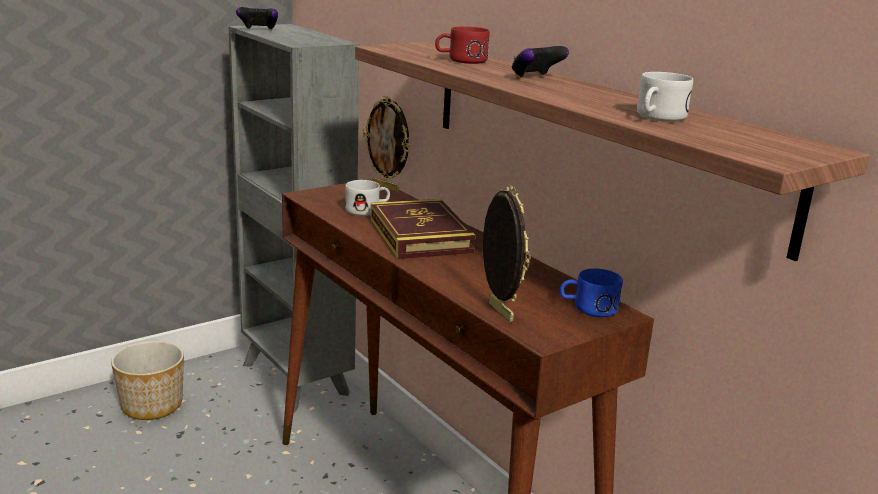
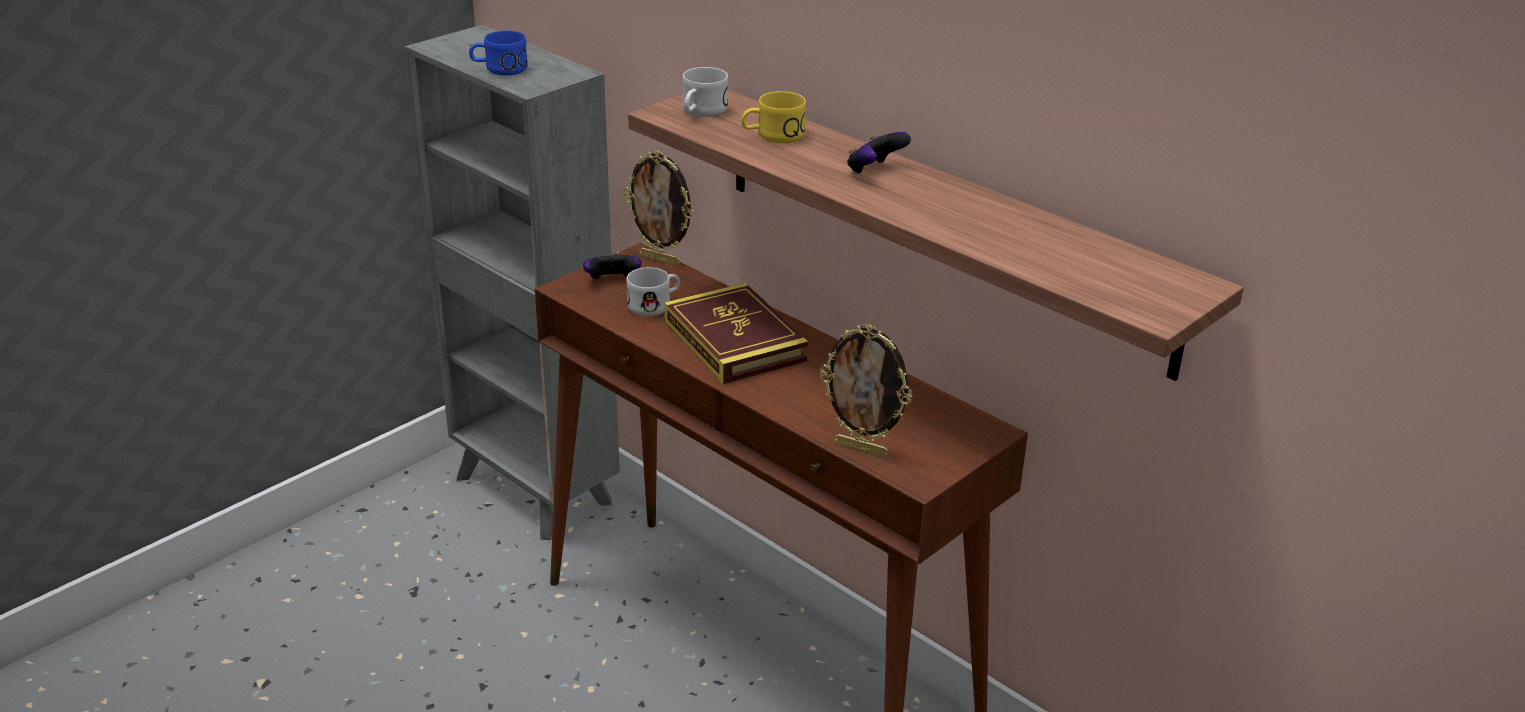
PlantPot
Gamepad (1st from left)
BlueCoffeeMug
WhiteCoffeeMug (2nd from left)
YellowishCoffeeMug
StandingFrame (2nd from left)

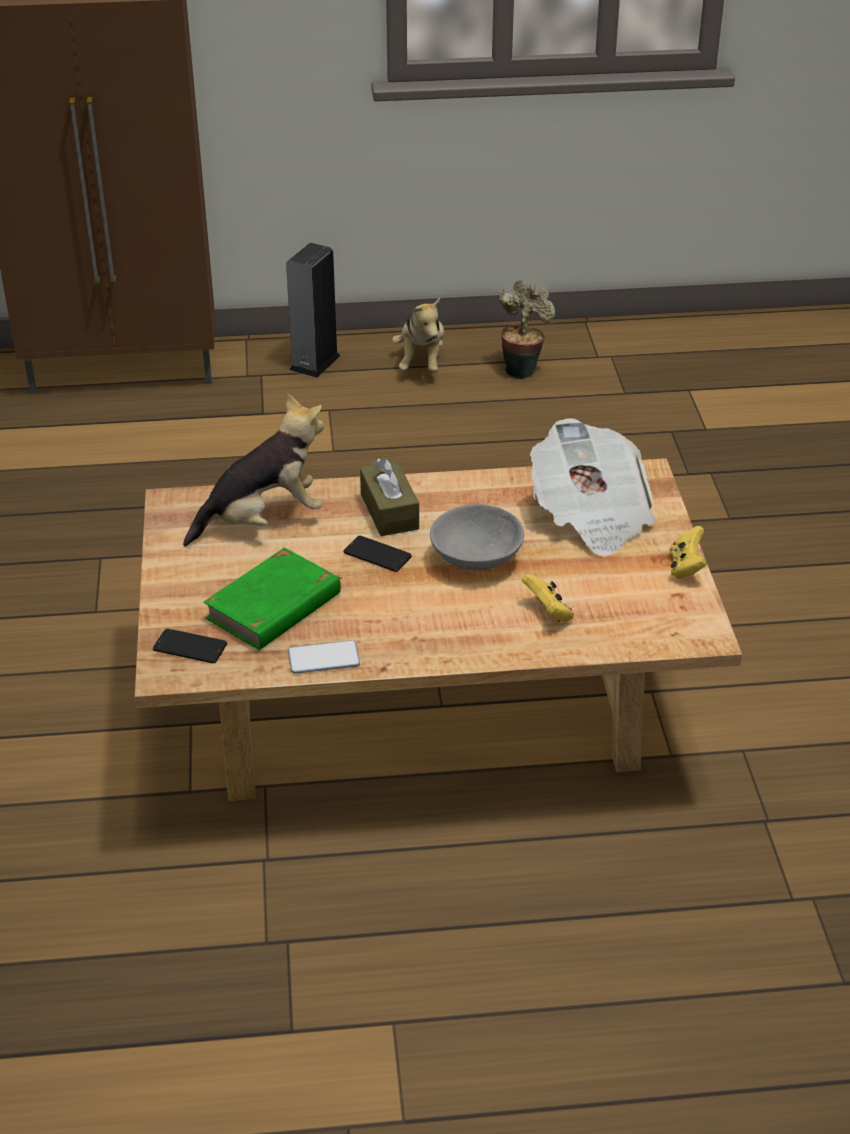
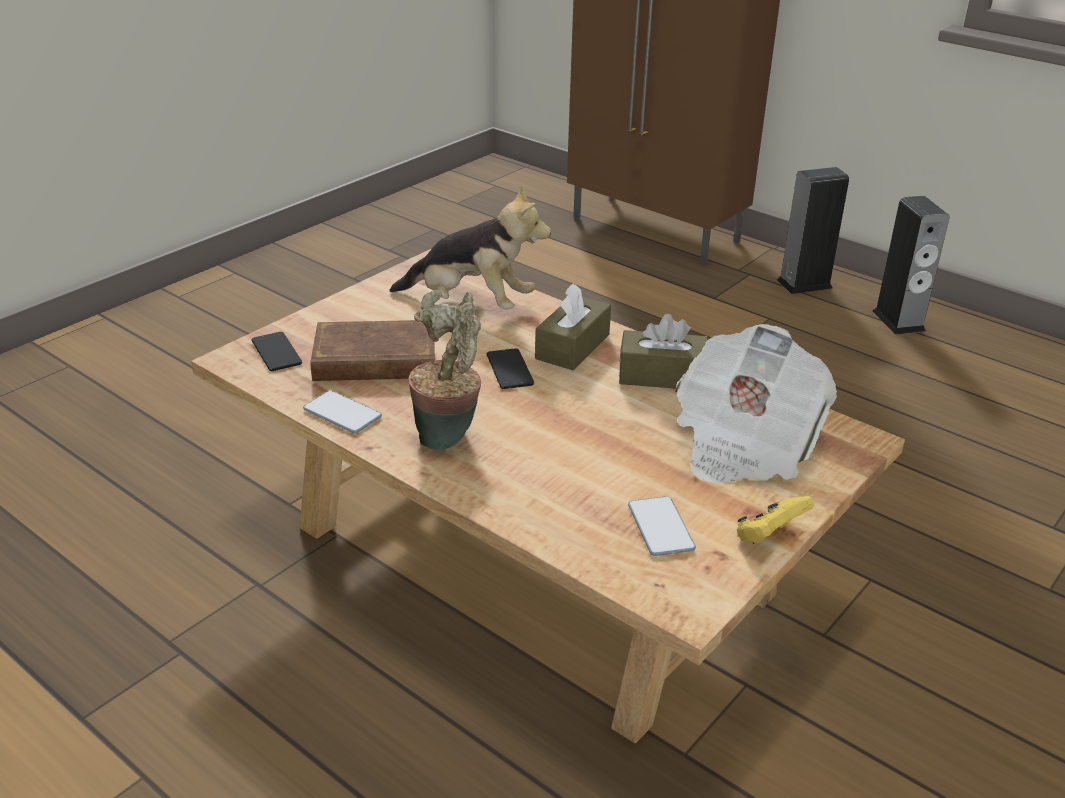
GreyBowl
YellowishGamepad (1st from left in the first image)
BrownColouredBoxOfTissues (2nd from left)
Telephone (4th from left)
PottedPlant
AudioSpeaker (2nd from left)
BrownColouredBook

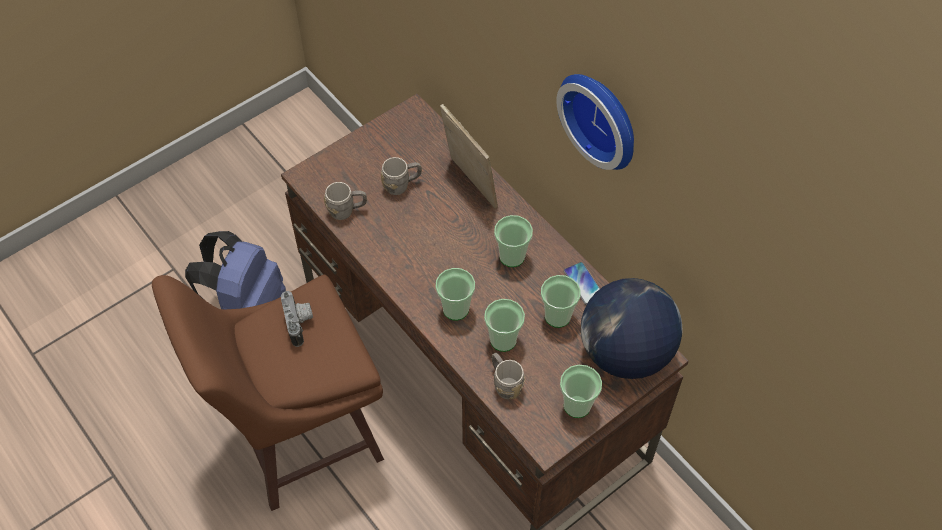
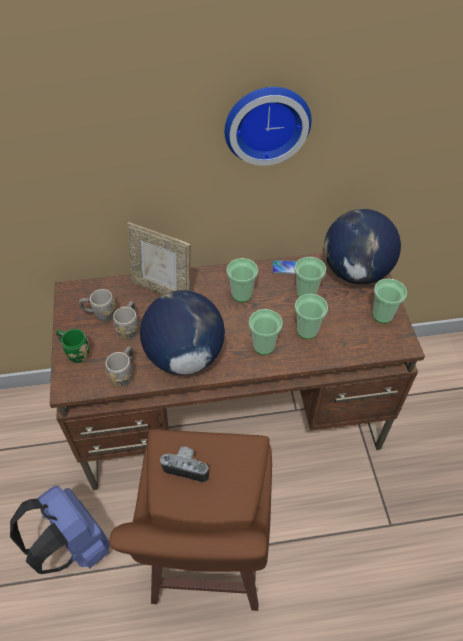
GreenishCoffeeMug
WorldGlobe (1st from left)
GreyCoffeeMug (1st from left)
StandingFrame

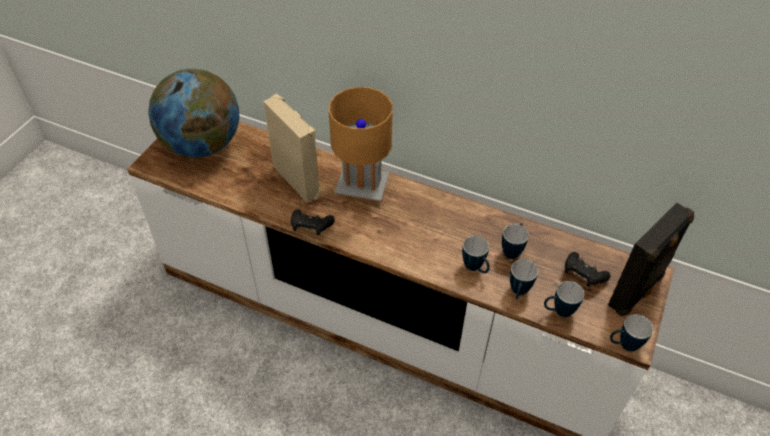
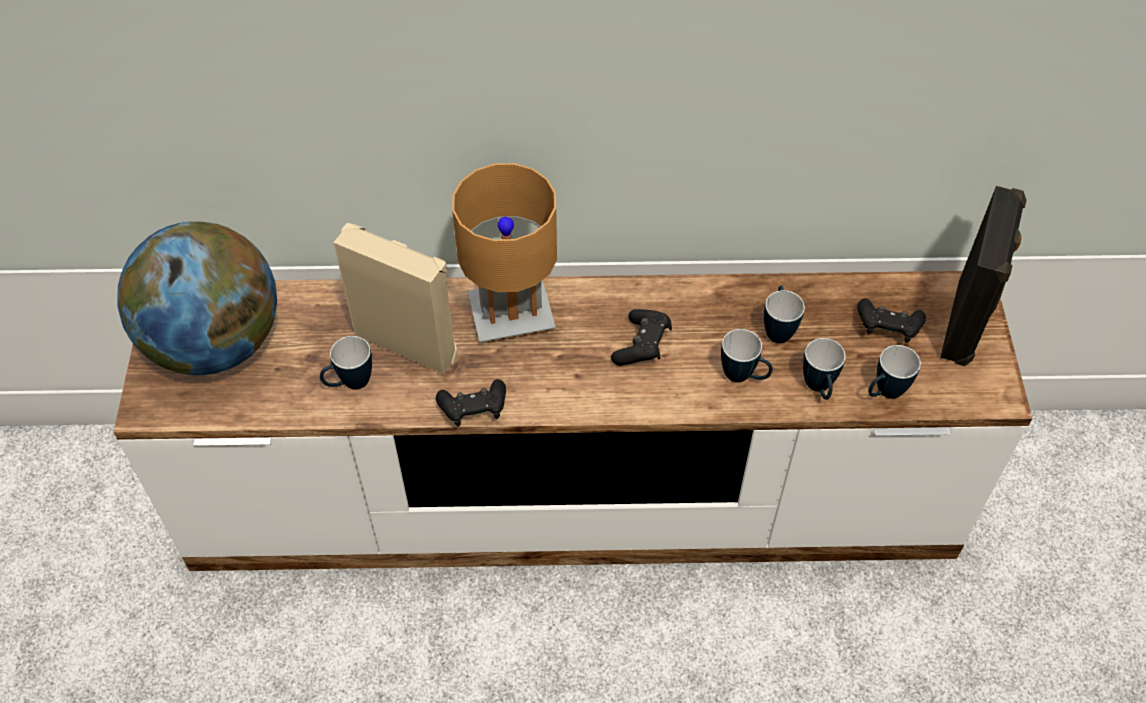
BlackishGamepad (2nd from left)
CoffeeMug (1st from left)

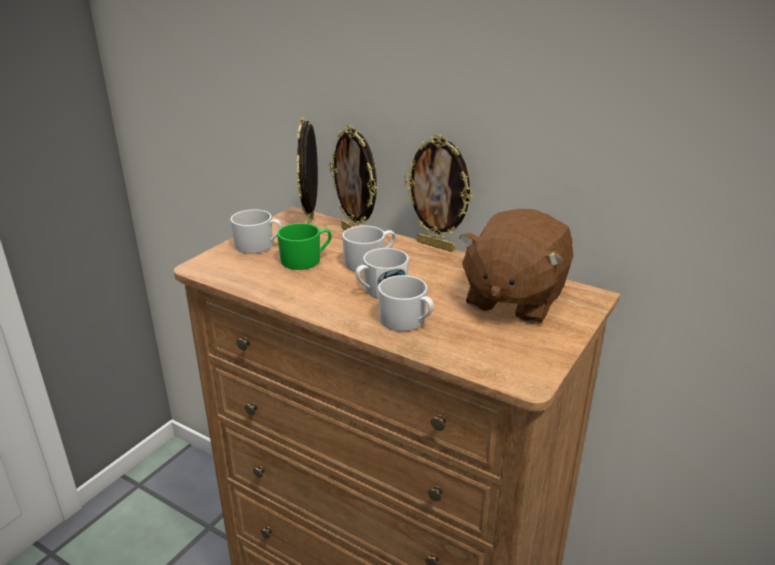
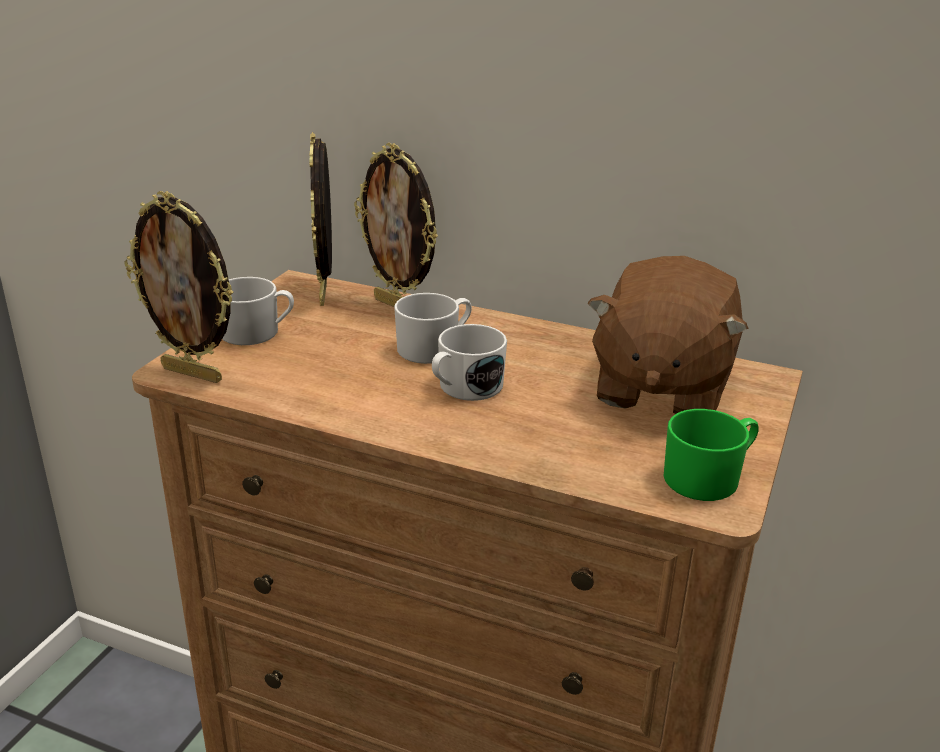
WhiteCoffeeMug (4th from left in the first image)
GreenishCoffeeMug
StandingFrame (1st from left)

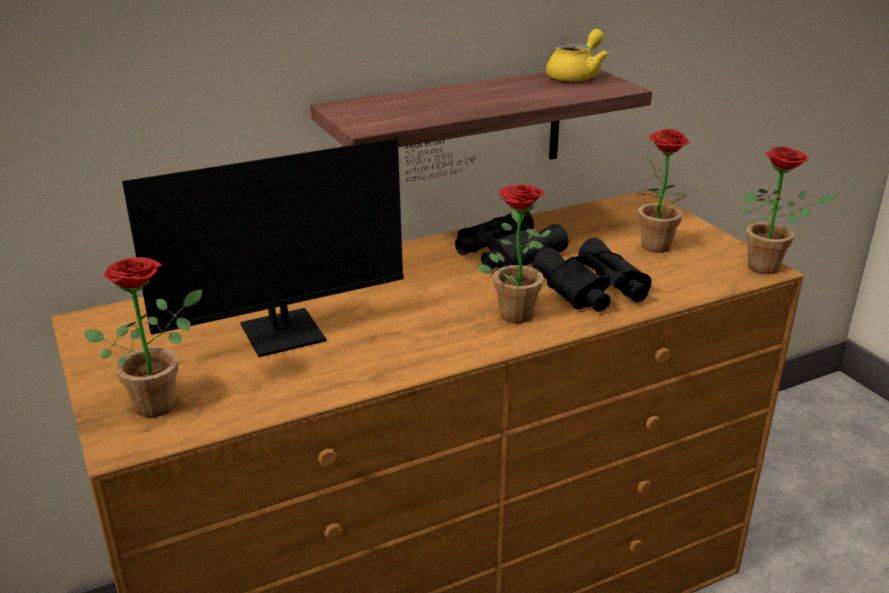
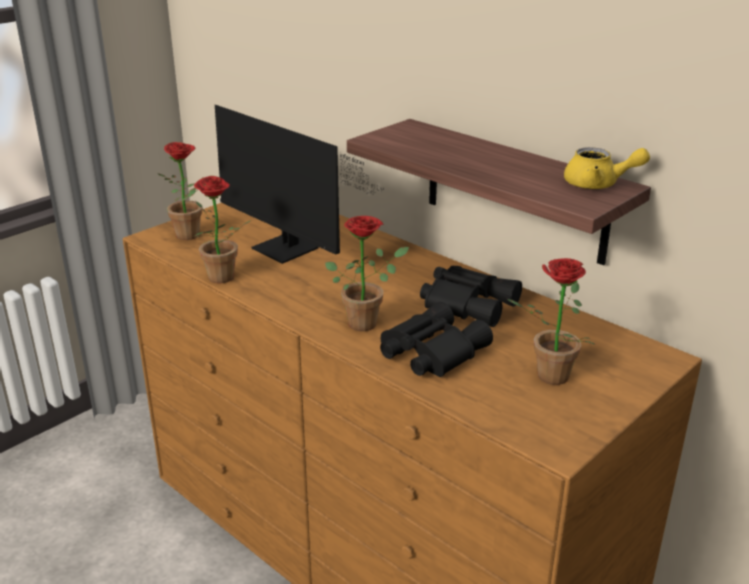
PottedPlant (2nd from left)

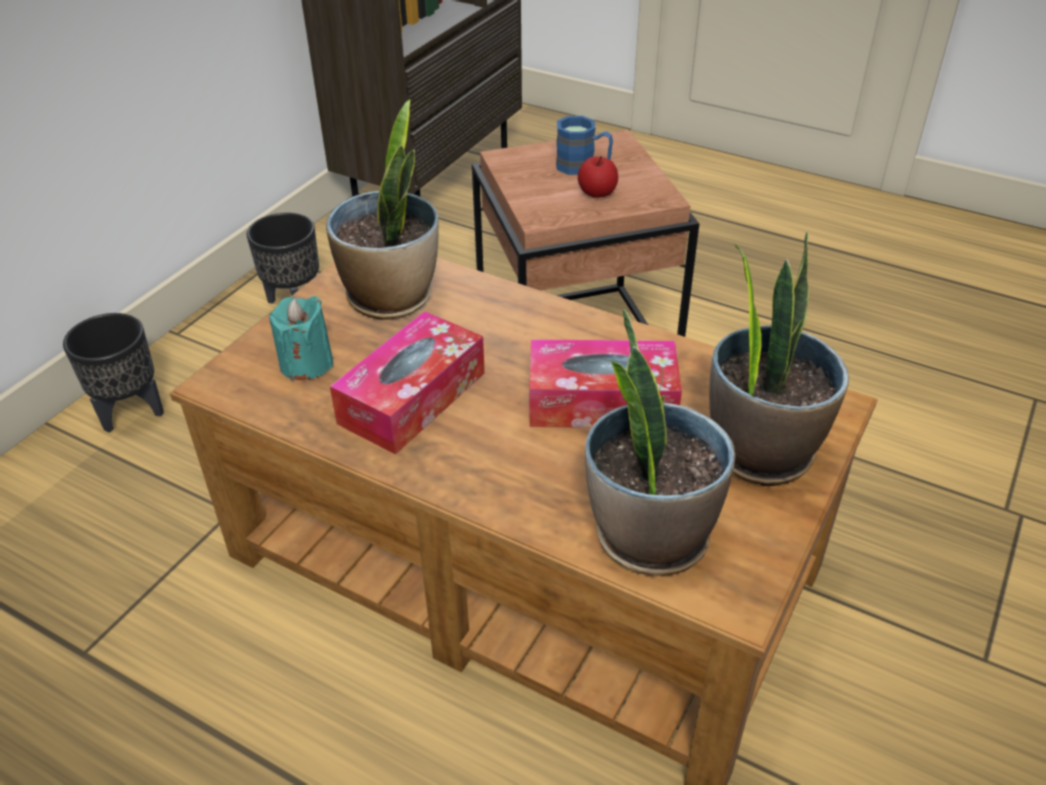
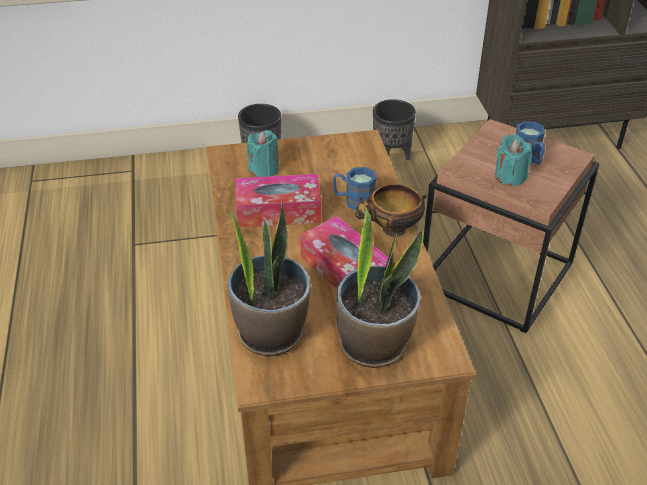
PottedPlant (1st from left in the first image)
BlueCoffeeMug (1st from left)
Bowl
TurquoiseWaxLight (2nd from left)

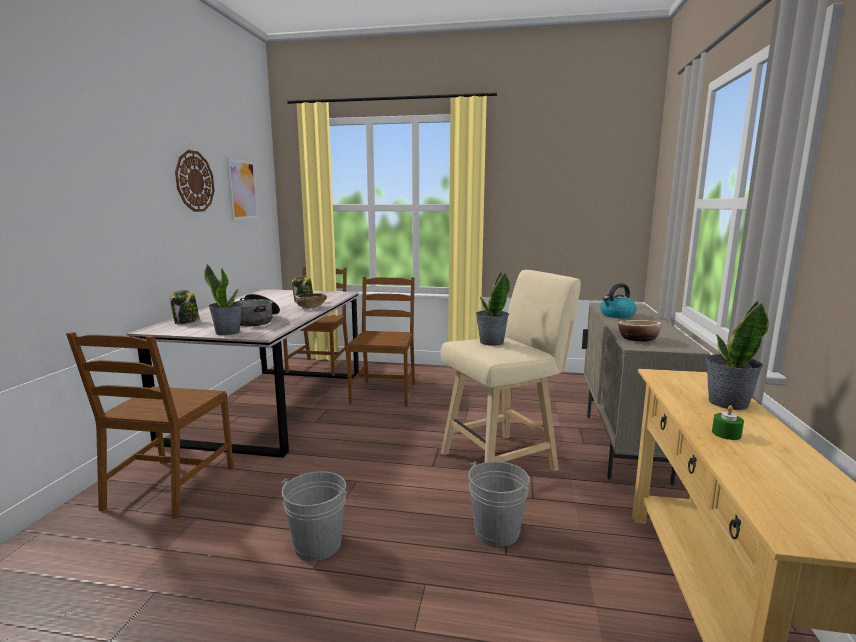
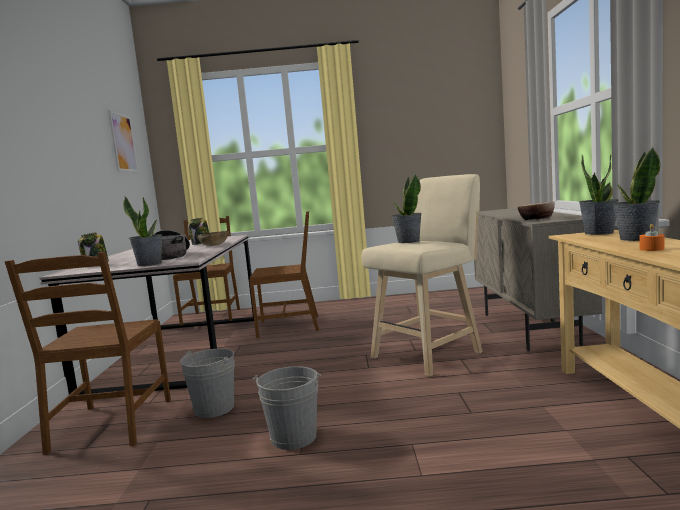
ClockOnTheWall
Kettle
PottedPlant (3rd from left)
GreyBucket (1st from left)
OrangeWaxLight
BrownColouredPlainChair (3rd from left)

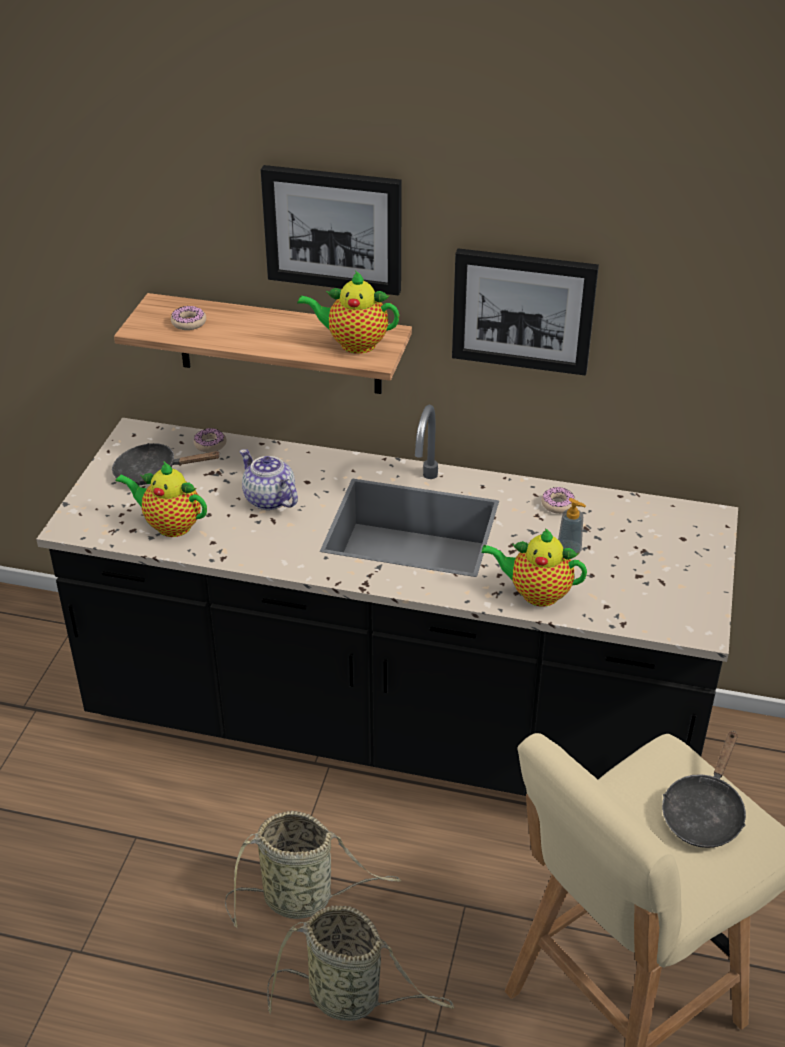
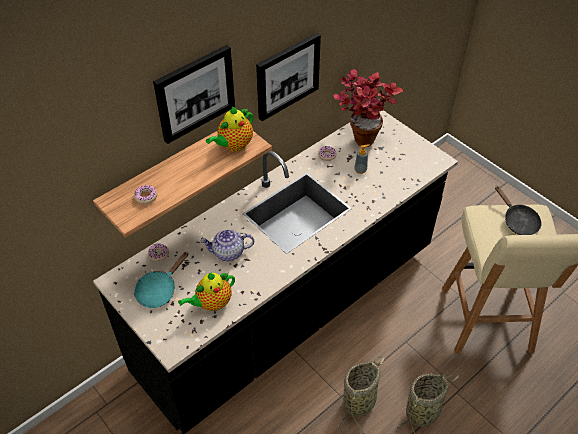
PotForTea (4th from left in the first image)
PottedPlant
TurquoisePan

